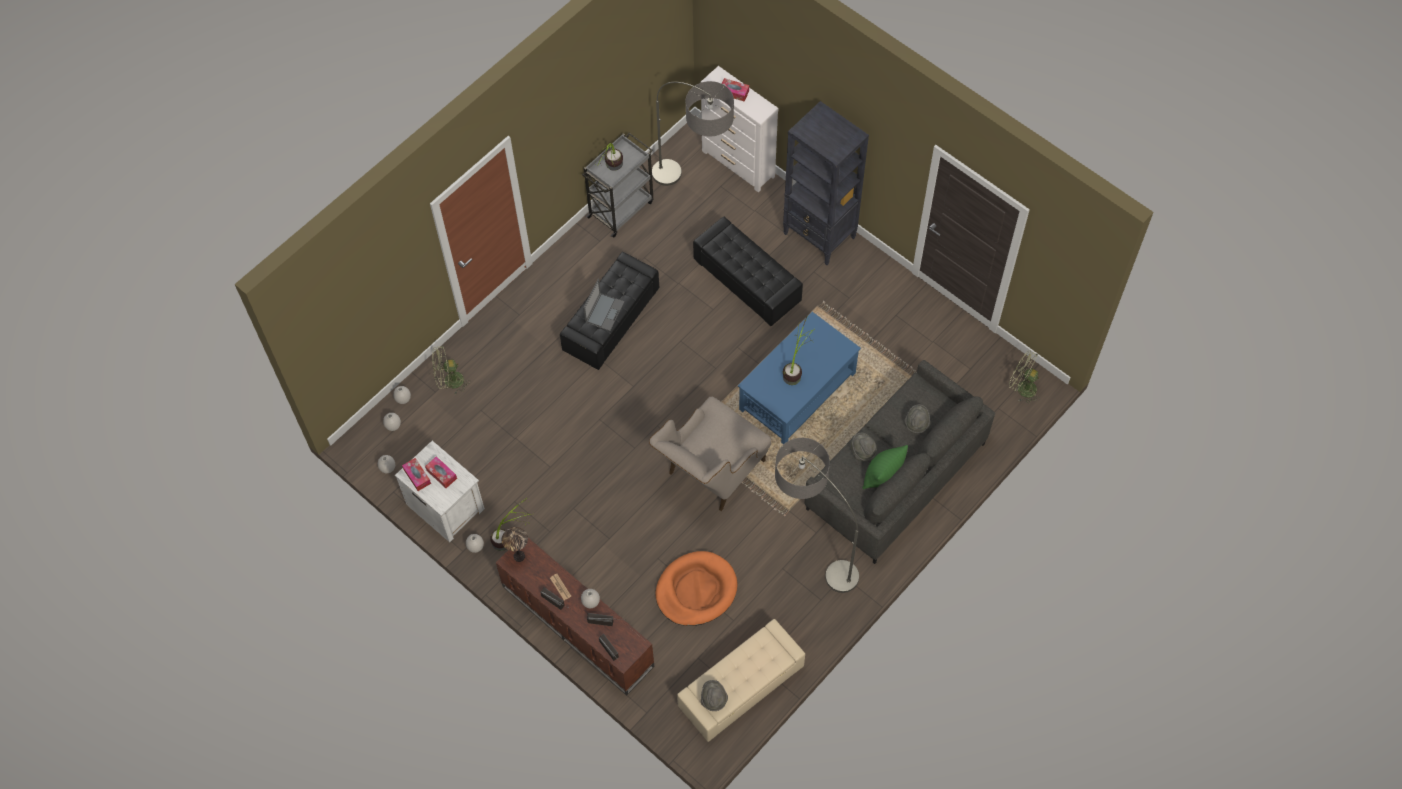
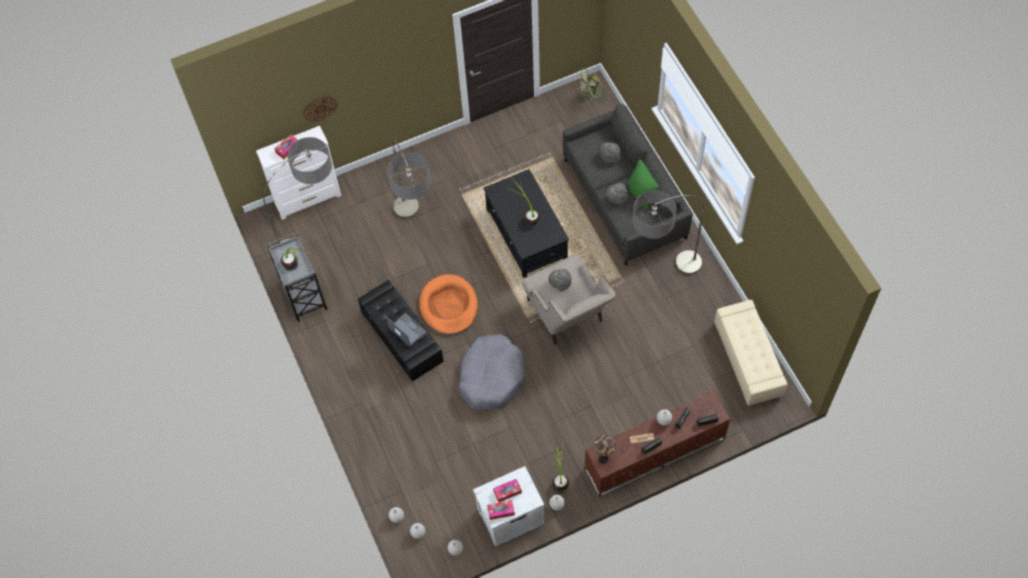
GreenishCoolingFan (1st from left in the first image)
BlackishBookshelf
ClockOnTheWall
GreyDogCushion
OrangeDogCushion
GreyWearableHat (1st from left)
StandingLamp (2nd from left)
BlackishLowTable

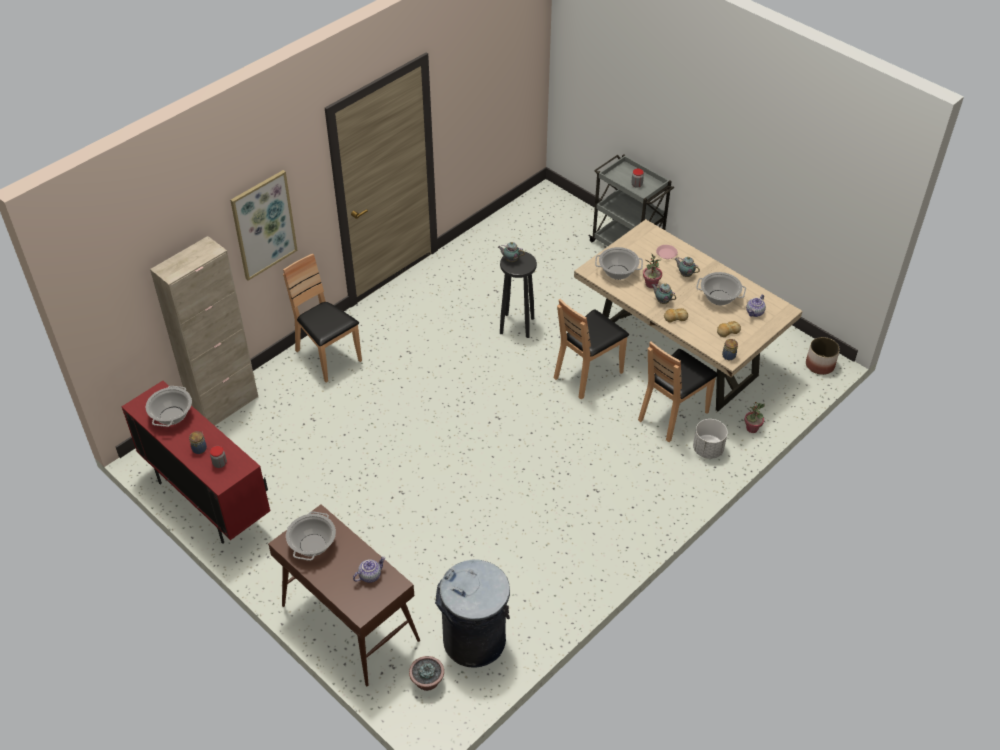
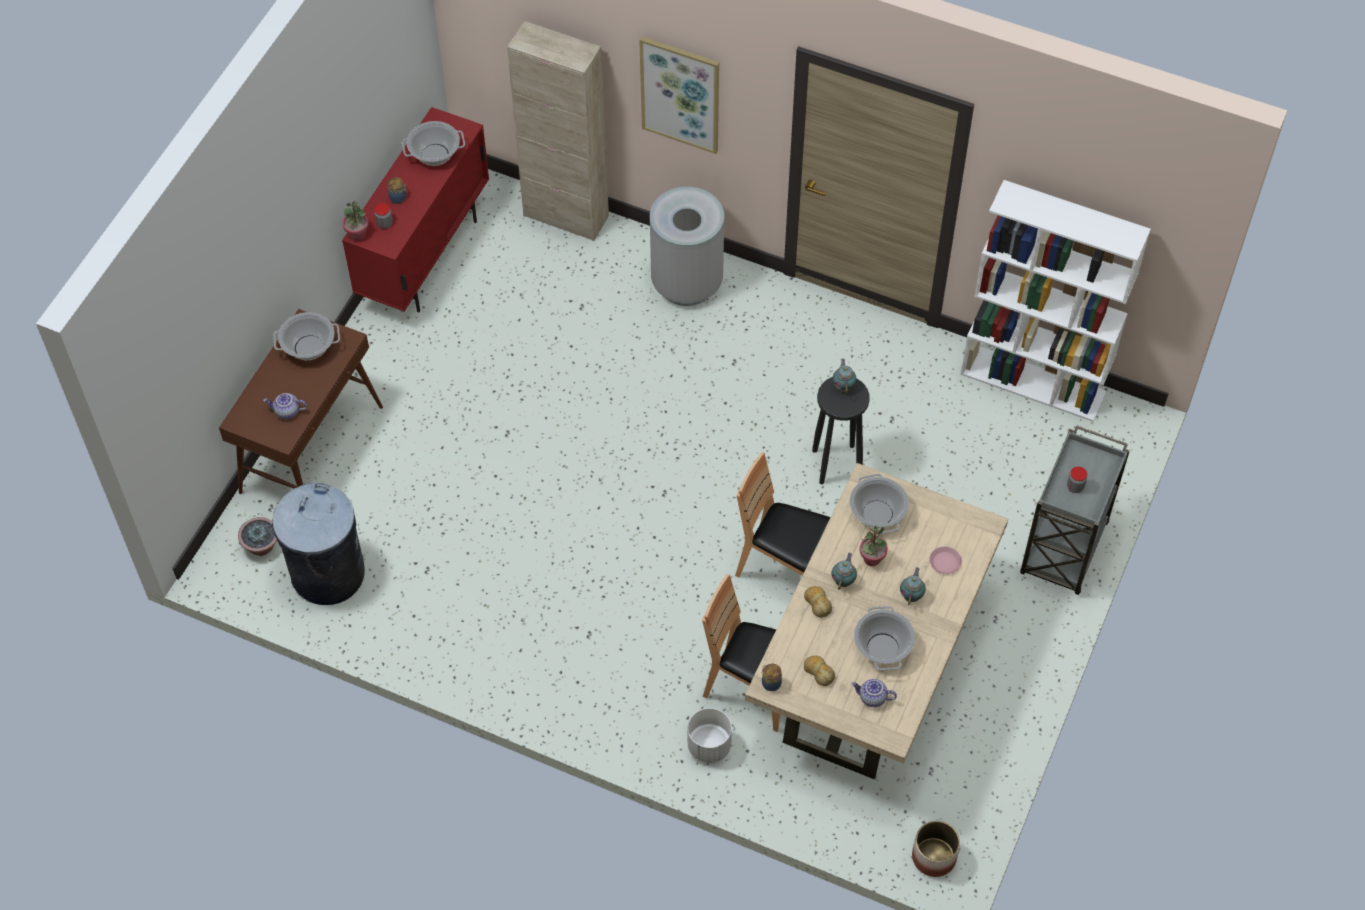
WhiteBookshelf
PottedPlant (2nd from left)
GreyRubbishBin (2nd from left)
PotForTea (1st from left)

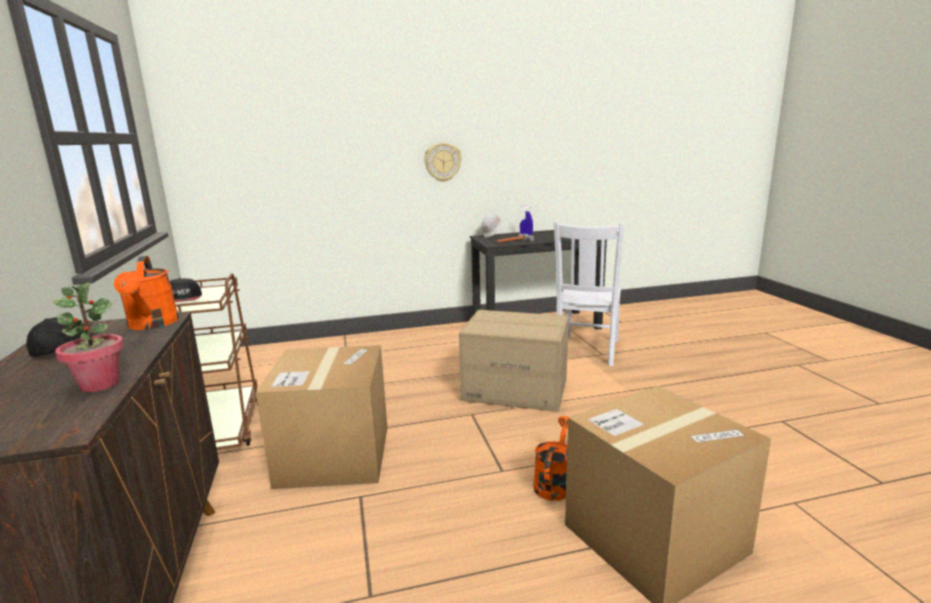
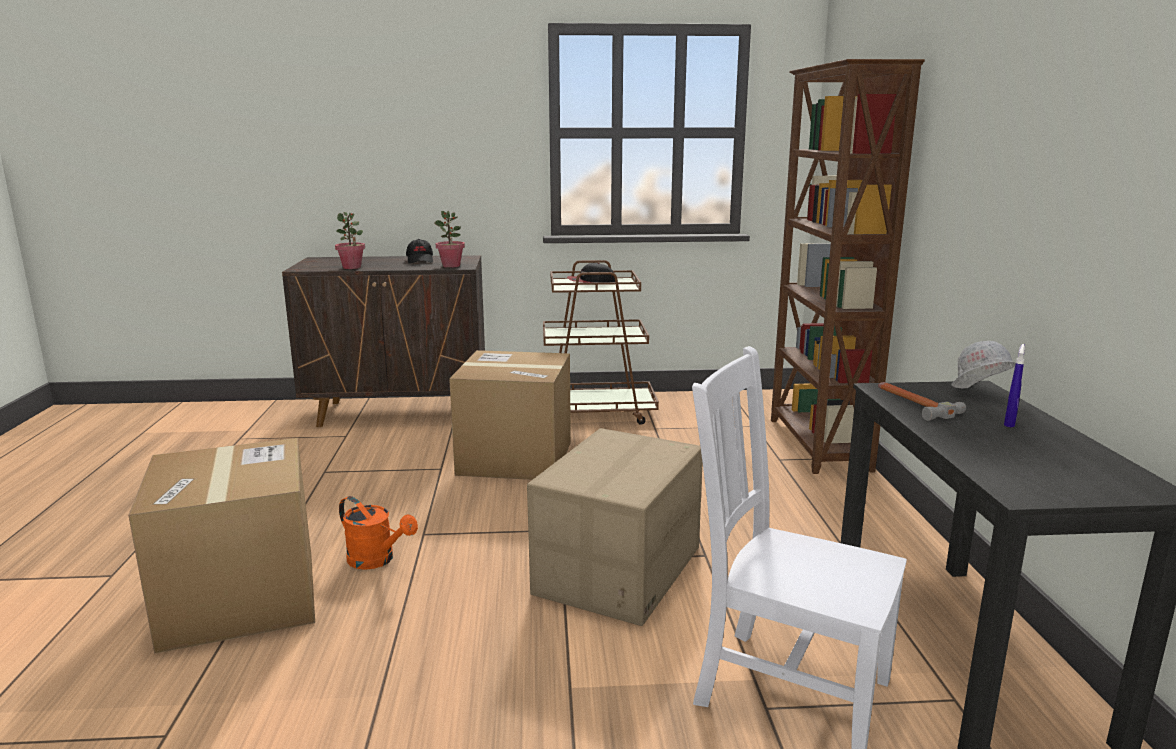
ClockOnTheWall
BrownColouredBookshelf
PottedPlant (2nd from left)

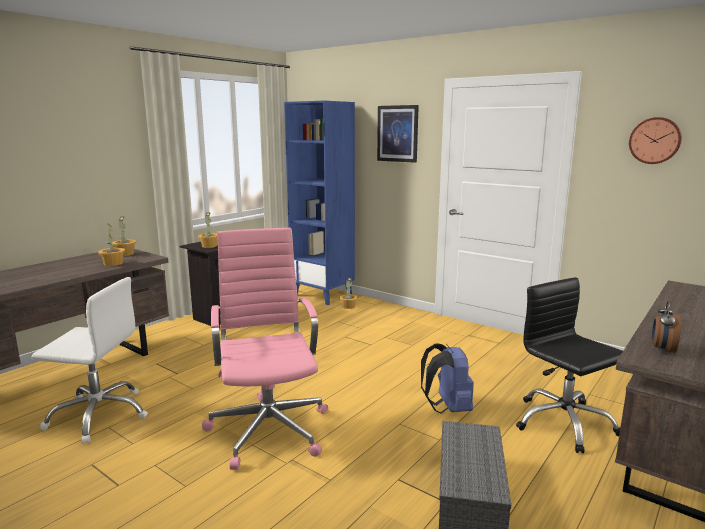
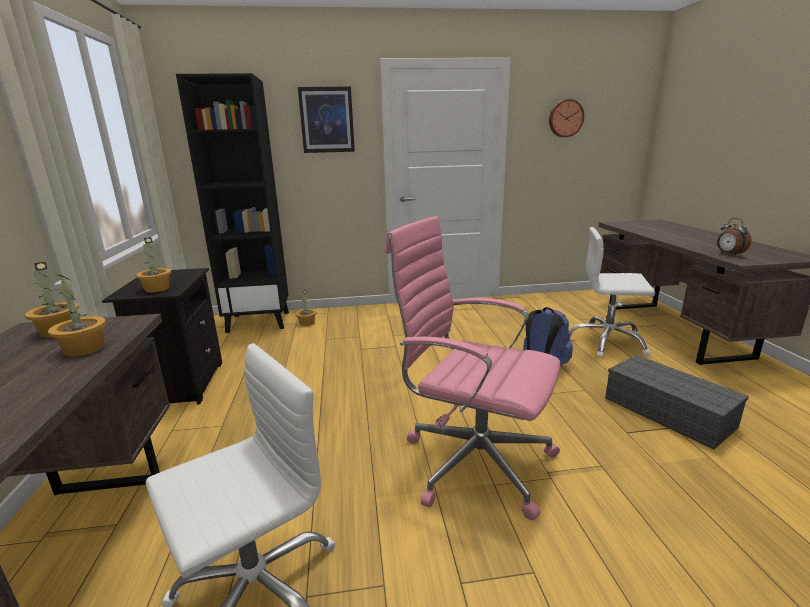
BlackishBookshelf
WhiteComputerChair (2nd from left)

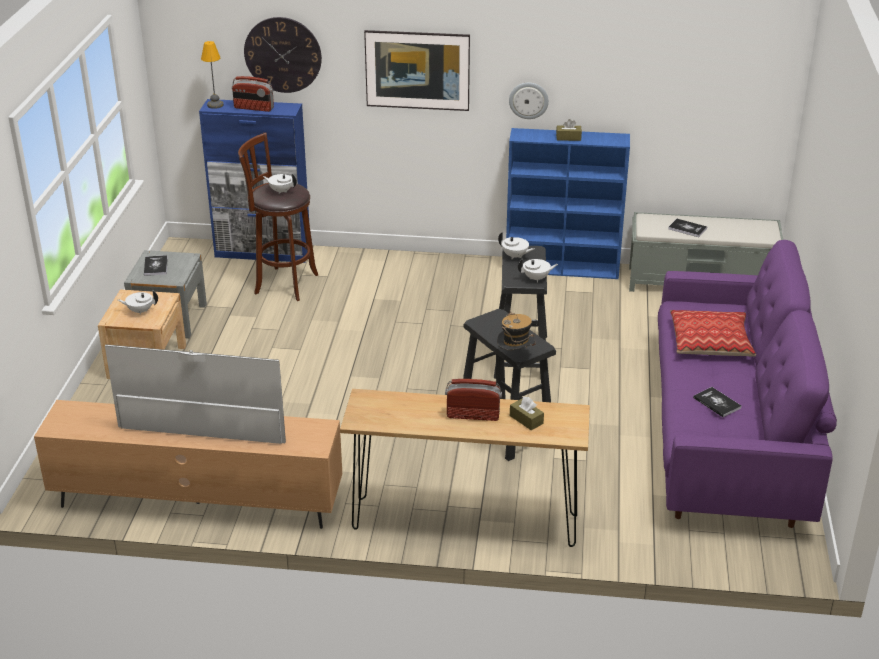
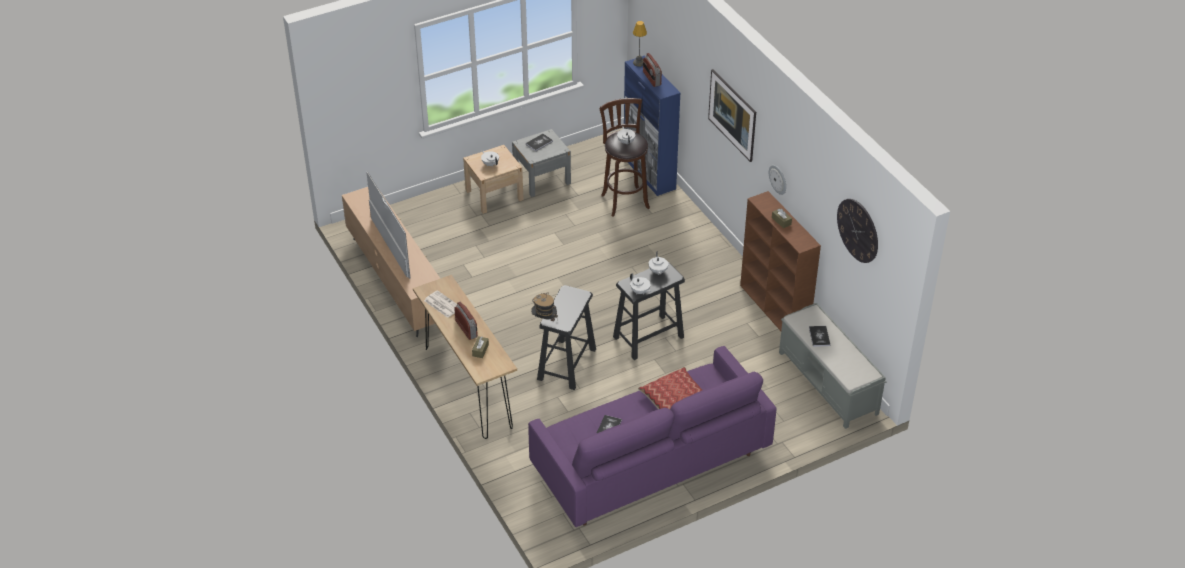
DailyPaper
ClockOnTheWall (2nd from left)
BrownColouredBookshelf

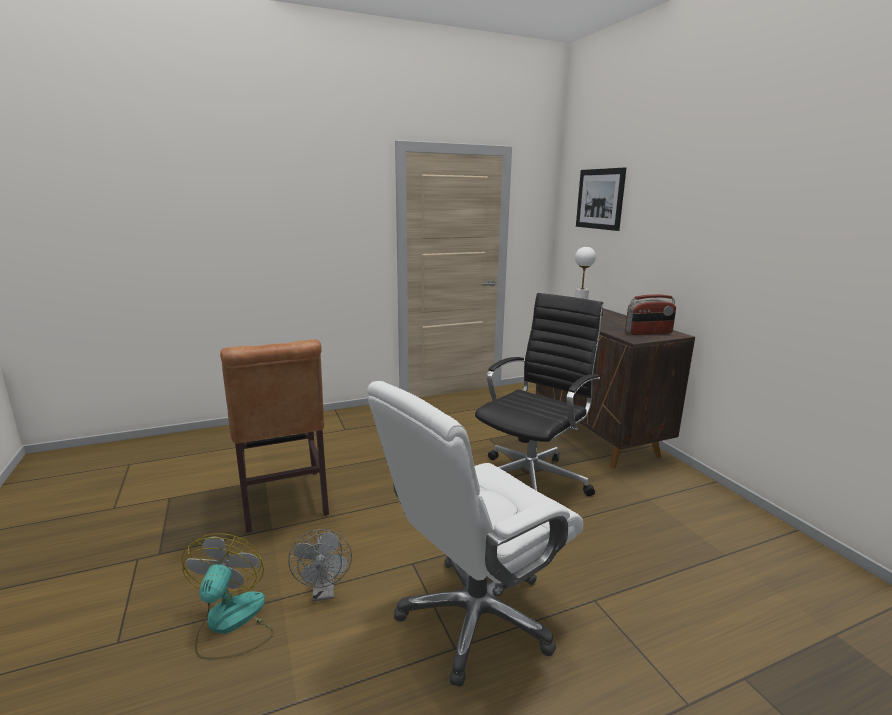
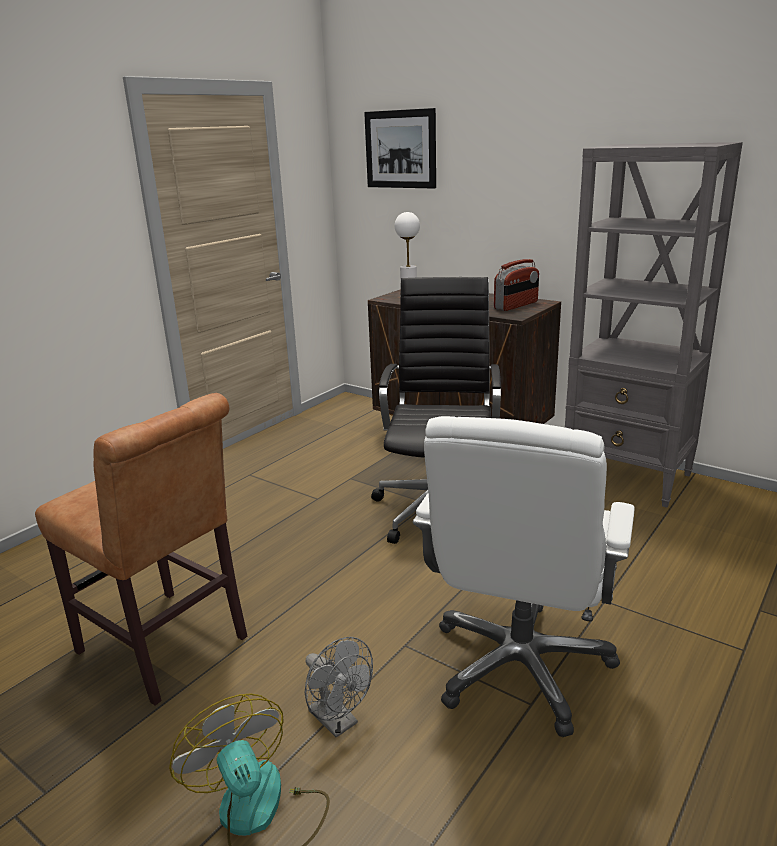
GreyBookshelf

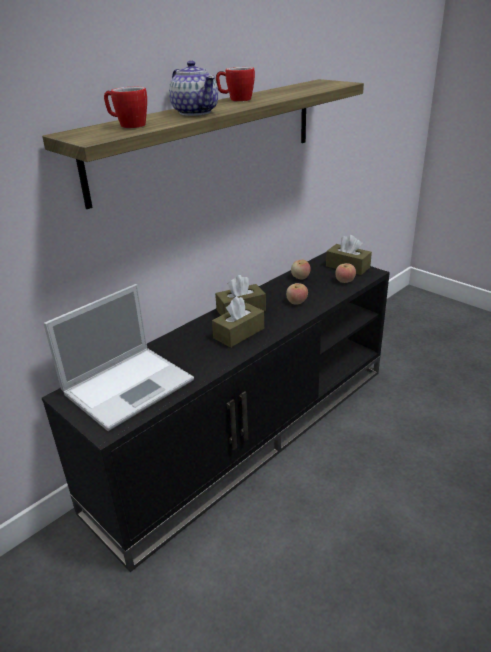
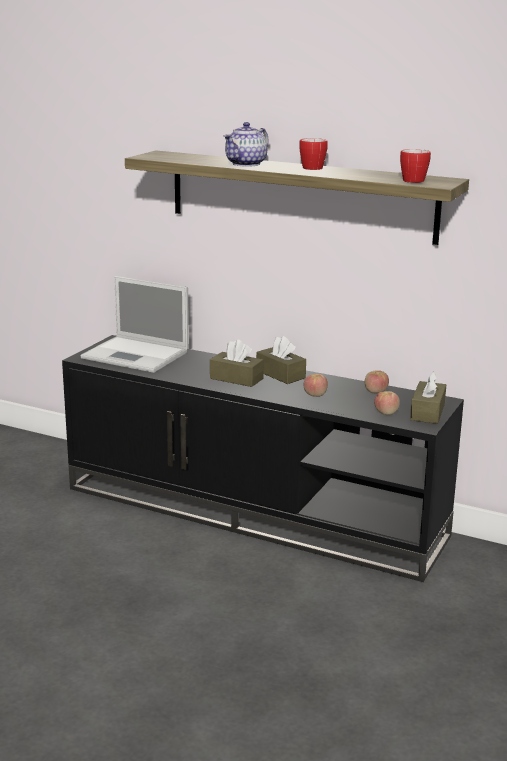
CoffeeMug (2nd from left)

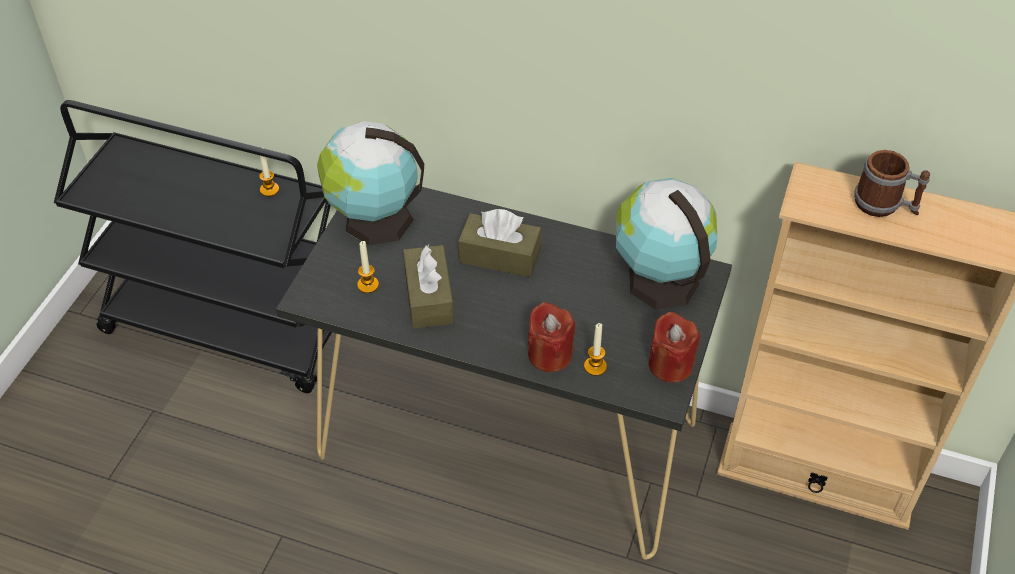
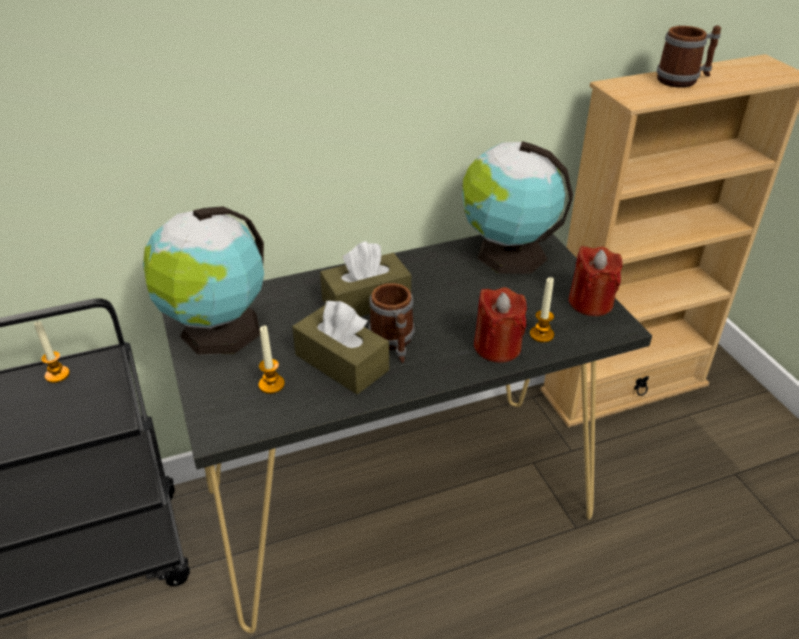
CoffeeMug (1st from left)

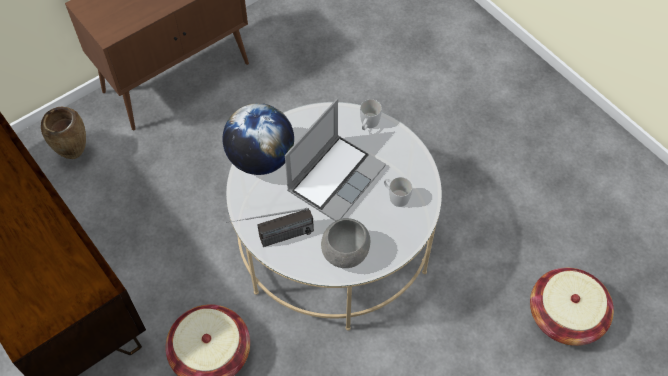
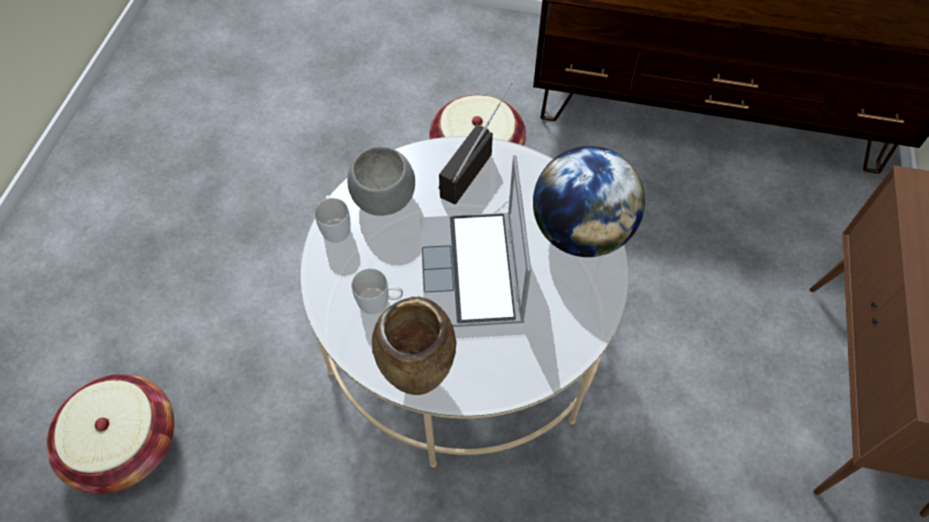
BrownColouredVase
WhiteCoffeeMug (1st from left)

